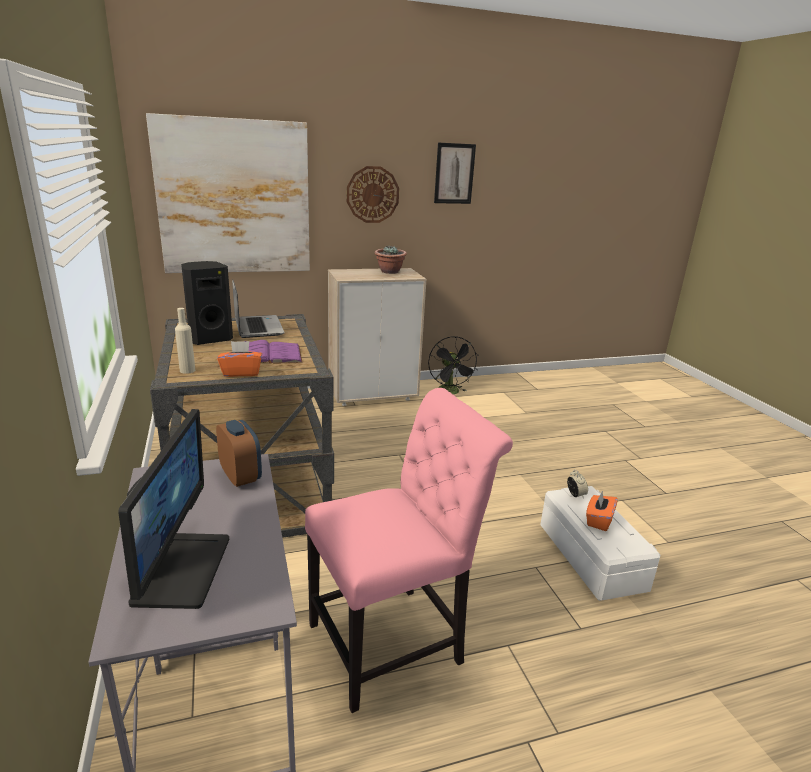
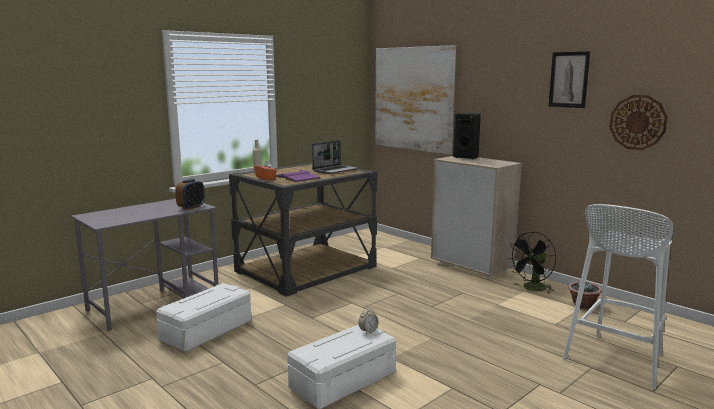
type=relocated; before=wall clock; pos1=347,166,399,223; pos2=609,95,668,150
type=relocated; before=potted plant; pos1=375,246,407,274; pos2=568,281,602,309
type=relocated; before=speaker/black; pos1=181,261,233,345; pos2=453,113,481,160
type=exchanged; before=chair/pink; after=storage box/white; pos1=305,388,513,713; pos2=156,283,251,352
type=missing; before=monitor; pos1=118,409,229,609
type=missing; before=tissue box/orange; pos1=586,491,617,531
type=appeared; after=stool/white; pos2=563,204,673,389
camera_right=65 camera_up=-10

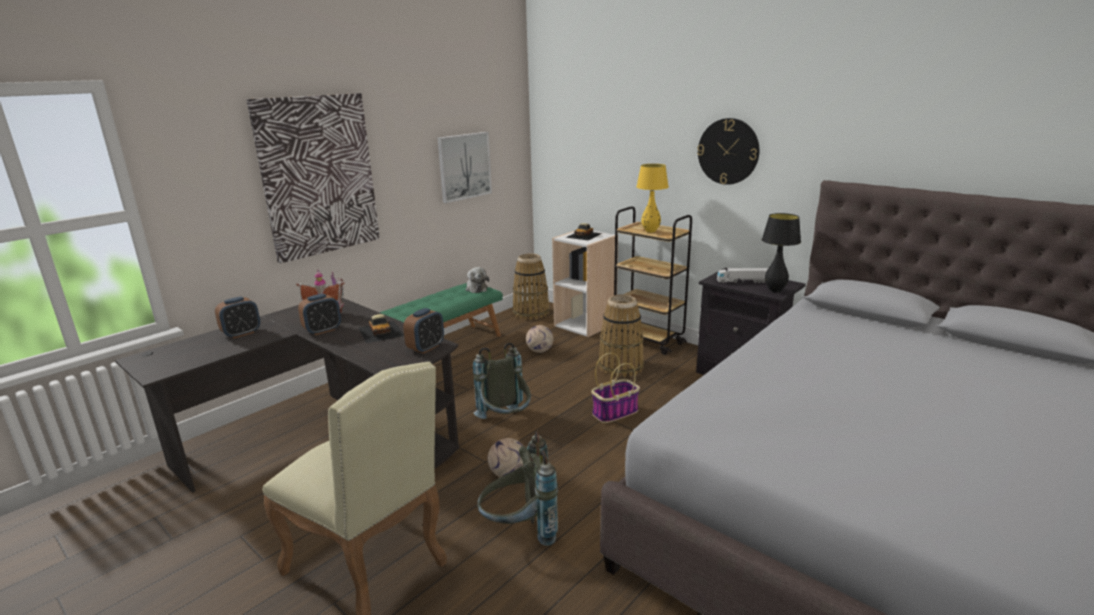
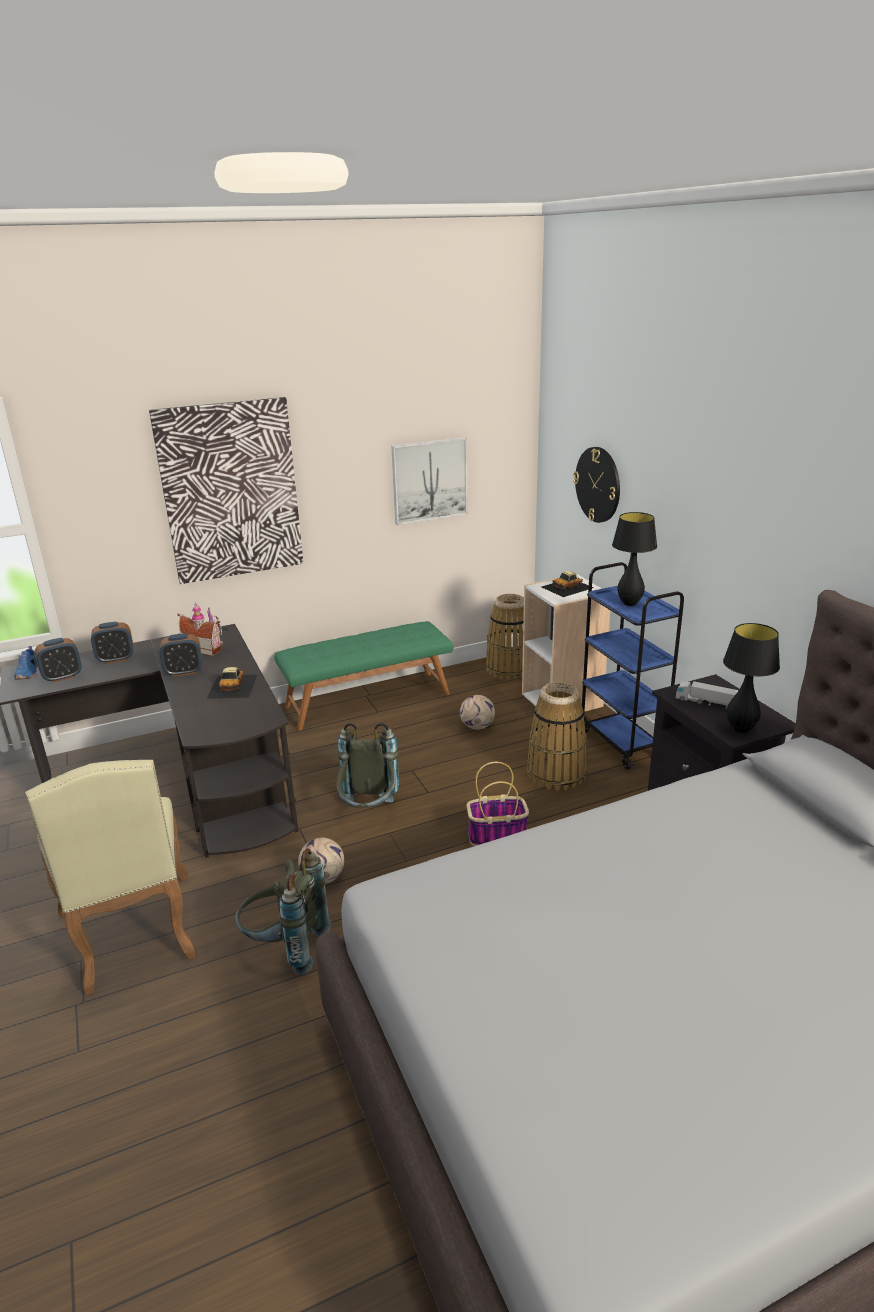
type=relocated; before=wall clock; pos1=697,118,760,185; pos2=573,447,620,523
type=colour; before=table lamp/yellow; after=table lamp/black; pos1=636,164,669,233; pos2=612,512,657,606
type=colour; before=cart/brown; after=cart/blue; pos1=614,206,692,355; pos2=582,562,684,770
type=missing; before=plush toy; pos1=466,267,489,293
type=relocated; before=alarm clock; pos1=403,308,444,354; pos2=34,638,82,683
type=appeared; after=shoe/blue; pos2=14,646,38,680
camera_right=25 camera_up=5

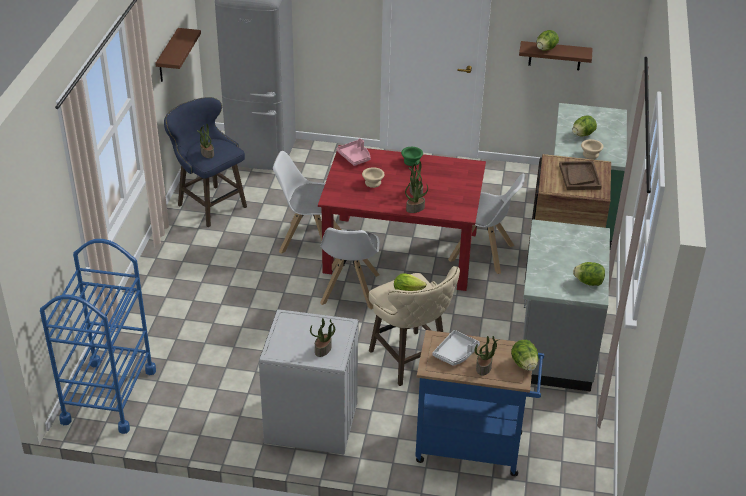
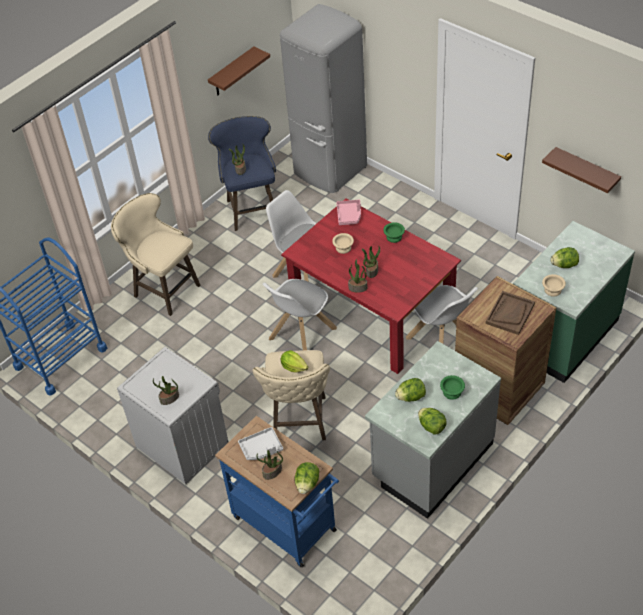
type=relocated; before=lettuce; pos1=537,30,559,51; pos2=395,378,426,402
type=appeared; after=stool/beige; pos2=111,193,201,316
type=appeared; after=bowl/green; pos2=440,375,465,400
camera_right=35 camera_up=10

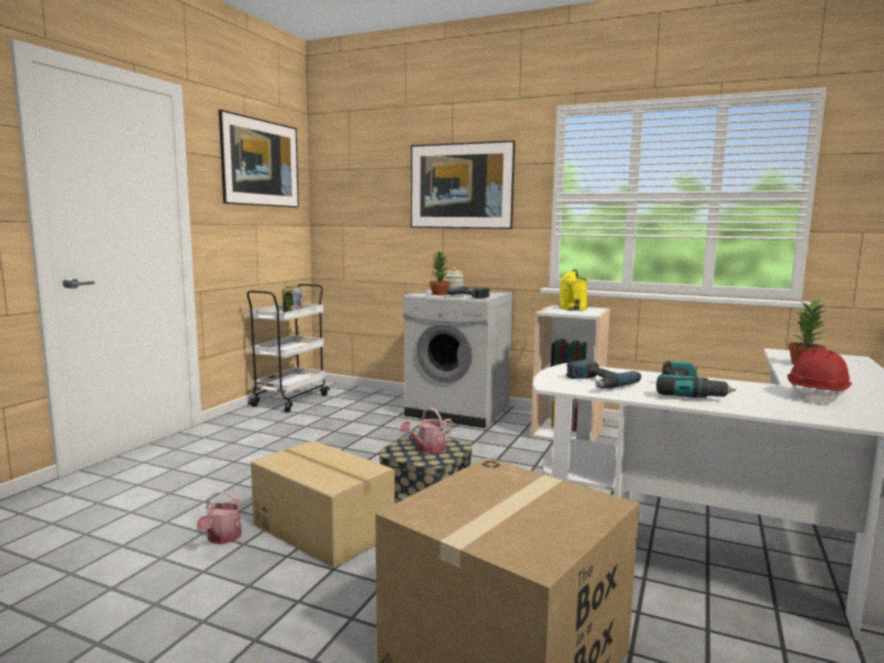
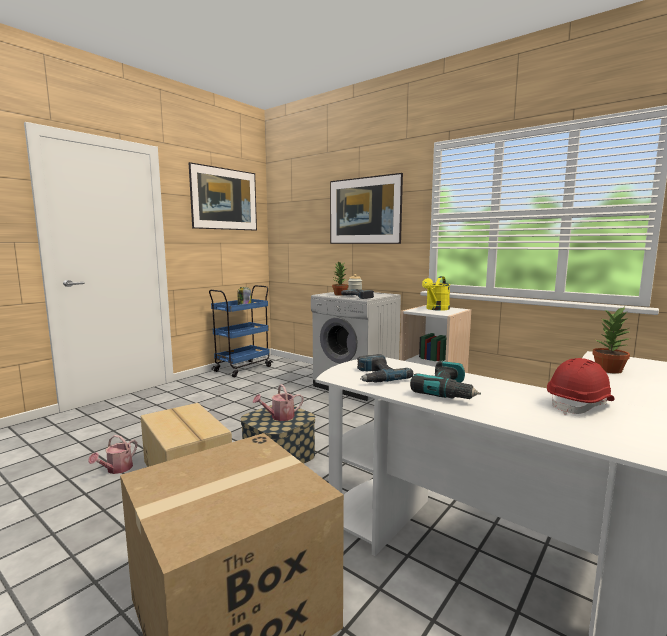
type=colour; before=cart/white; after=cart/blue; pos1=247,284,330,412; pos2=209,285,273,378
camera_right=15 camera_up=0

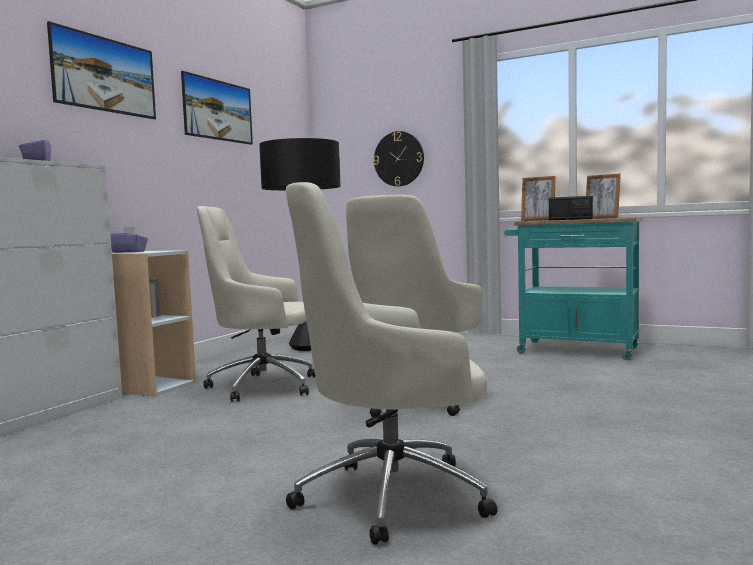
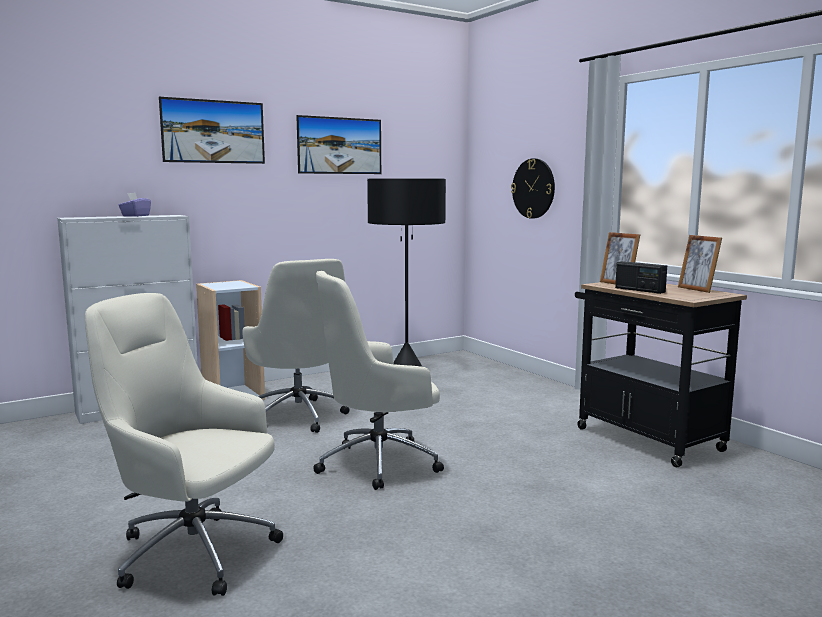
type=spun; before=office chair/beige; pos1=197,206,315,402; pos2=242,259,349,433; turn=-150
type=colour; before=cart/turquoise; after=cart/black; pos1=504,217,643,360; pos2=575,282,747,467
type=missing; before=tissue box/purple; pos1=111,226,148,253
camera_right=30 camera_up=5

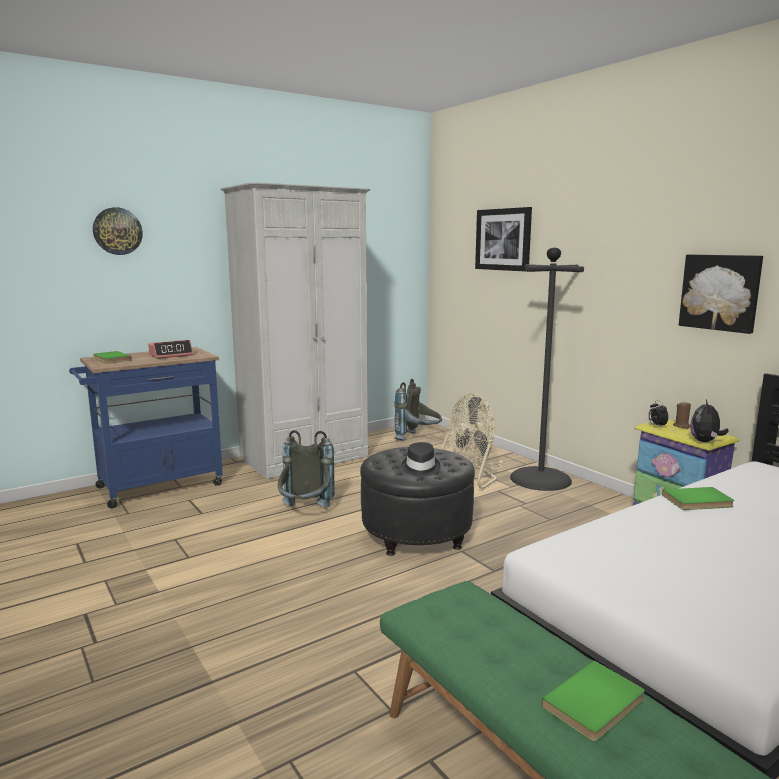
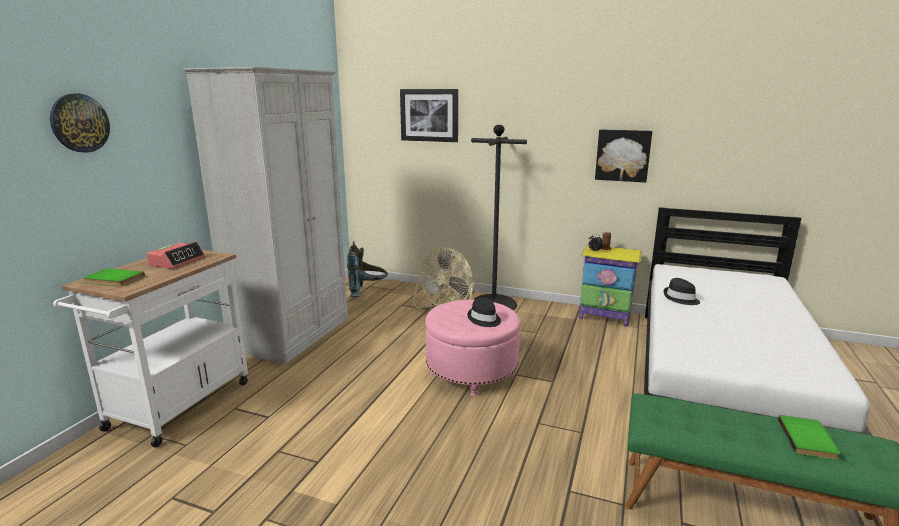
type=colour; before=cart/blue; after=cart/white; pos1=69,347,223,509; pos2=53,250,248,447
type=missing; before=plush toy; pos1=690,400,729,442
type=missing; before=backpack/grey; pos1=278,430,335,508
type=colour; before=ottoman/black; after=ottoman/pink; pos1=360,447,475,556; pos2=425,300,520,396
type=exchanged; before=book/green; after=hat/black; pos1=662,487,734,510; pos2=664,278,700,305
camera_right=-35 camera_up=5

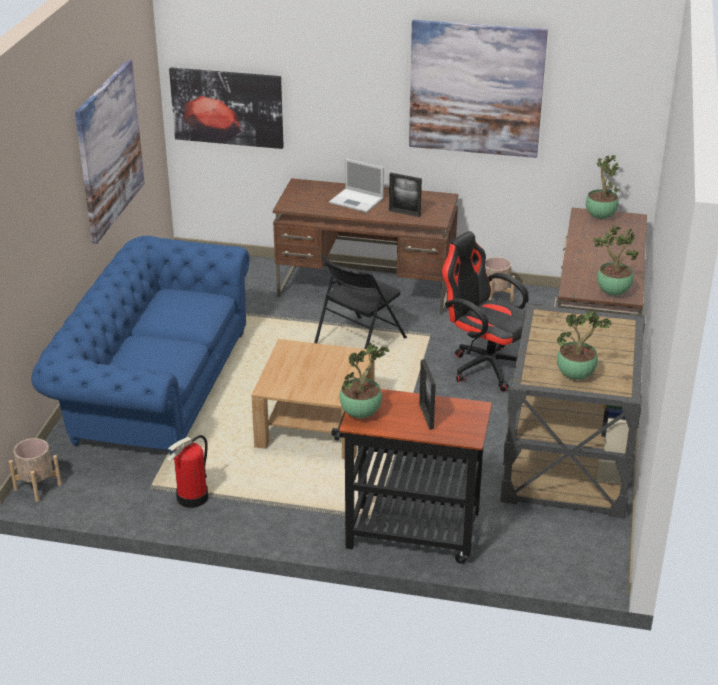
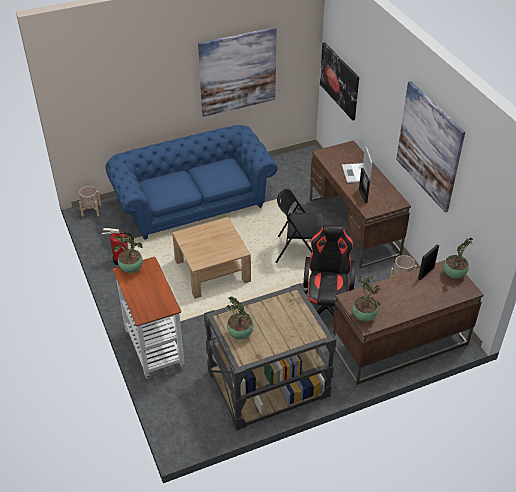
type=relocated; before=picture frame; pos1=419,359,436,430; pos2=418,244,439,280
type=colour; before=cart/black; after=cart/white; pos1=331,389,492,564; pos2=113,257,185,379
camera_right=55 camera_up=10

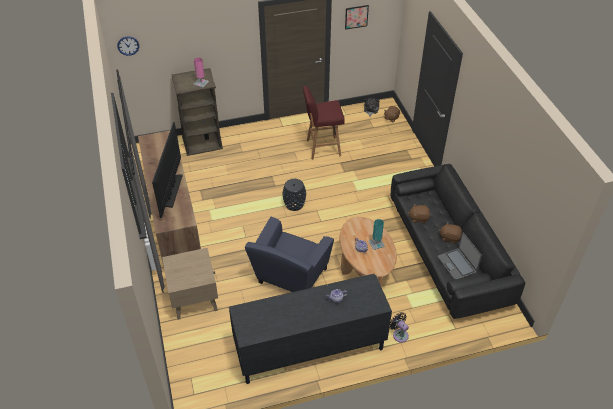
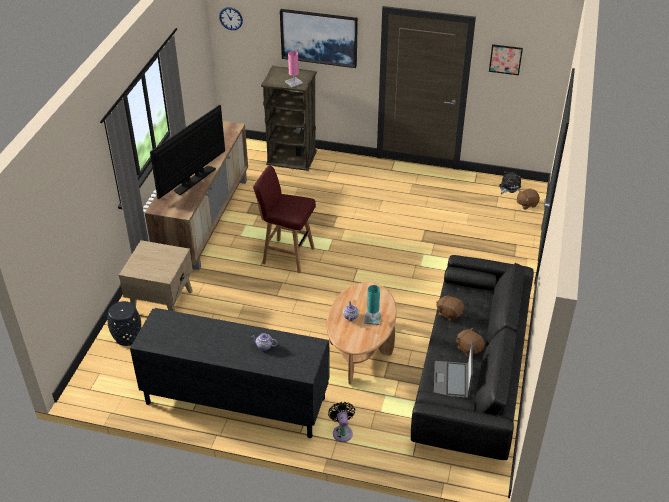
type=relocated; before=stool/red; pos1=303,86,345,160; pos2=253,165,316,273
type=relocated; before=stool/black; pos1=283,179,306,211; pos2=108,301,141,346
type=missing; before=armchair/blue; pos1=245,217,334,292
type=appeared; after=picture; pos2=280,9,358,68
camera_right=30 camera_up=-5

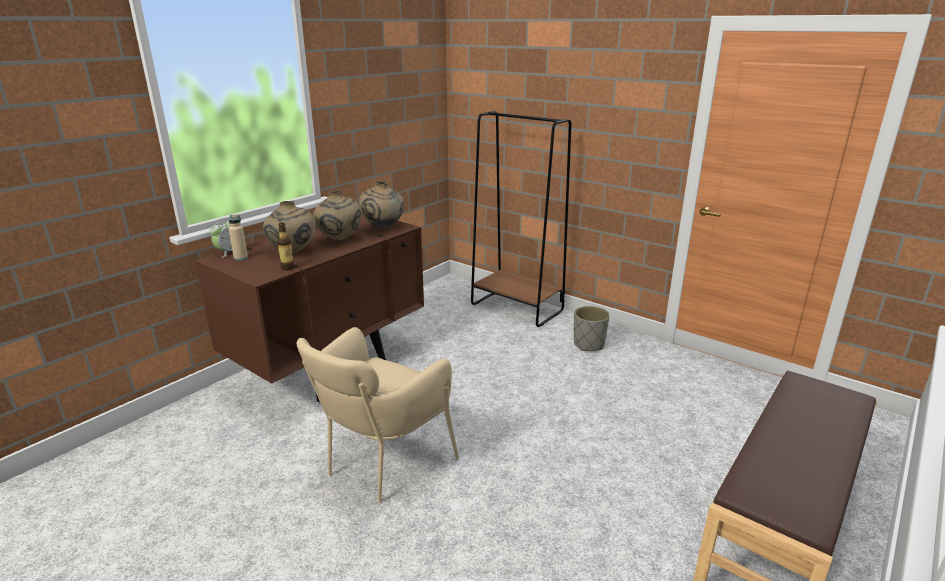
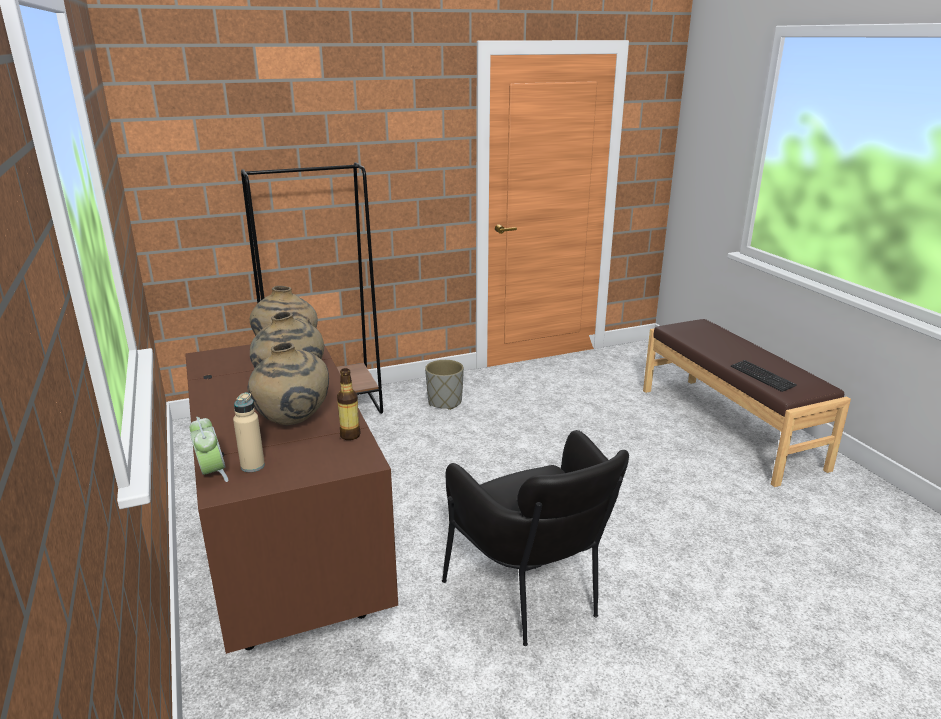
type=colour; before=armchair/beige; after=armchair/black; pos1=297,327,459,503; pos2=442,430,629,646
type=appeared; after=keyboard; pos2=731,360,797,392
camera_right=-60 camera_up=0

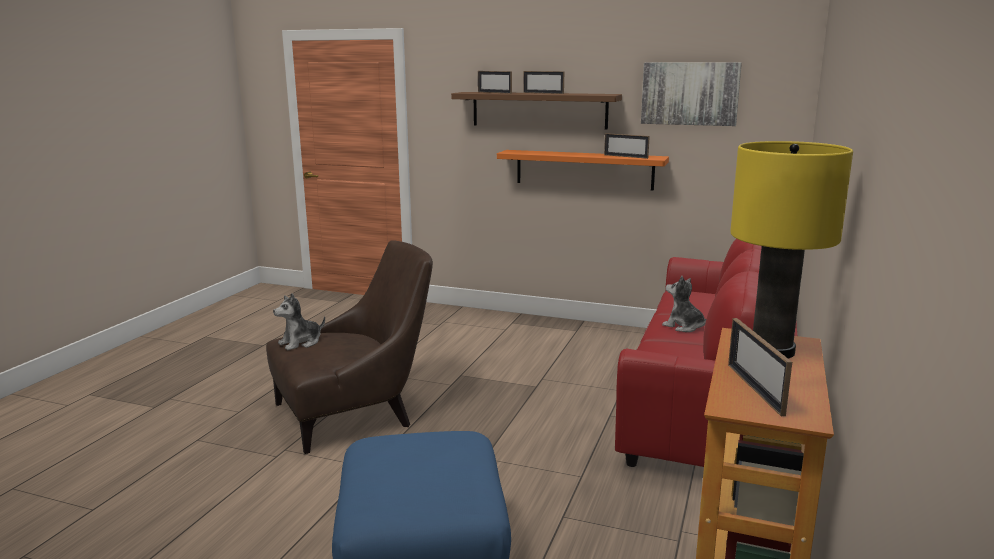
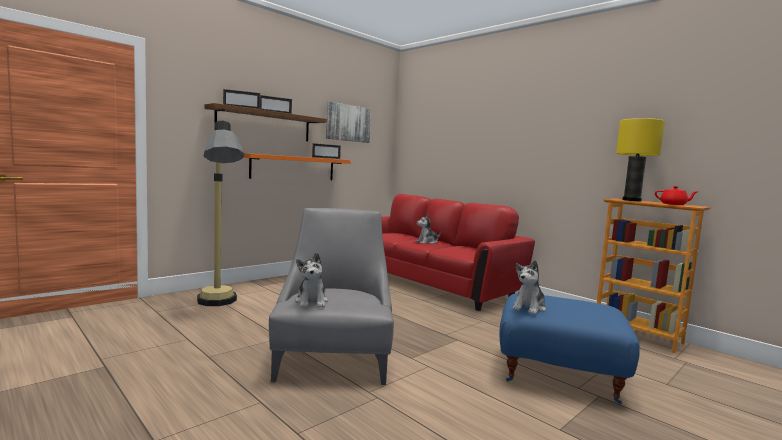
type=colour; before=armchair/brown; after=armchair/grey; pos1=266,240,433,454; pos2=269,208,394,385
type=exchanged; before=picture frame; after=teapot/red; pos1=728,318,792,416; pos2=655,186,697,205
type=appeared; after=floor lamp; pos2=197,121,244,306
type=appeared; after=plush toy; pos2=512,260,546,314
camera_right=-65 camera_up=-10

